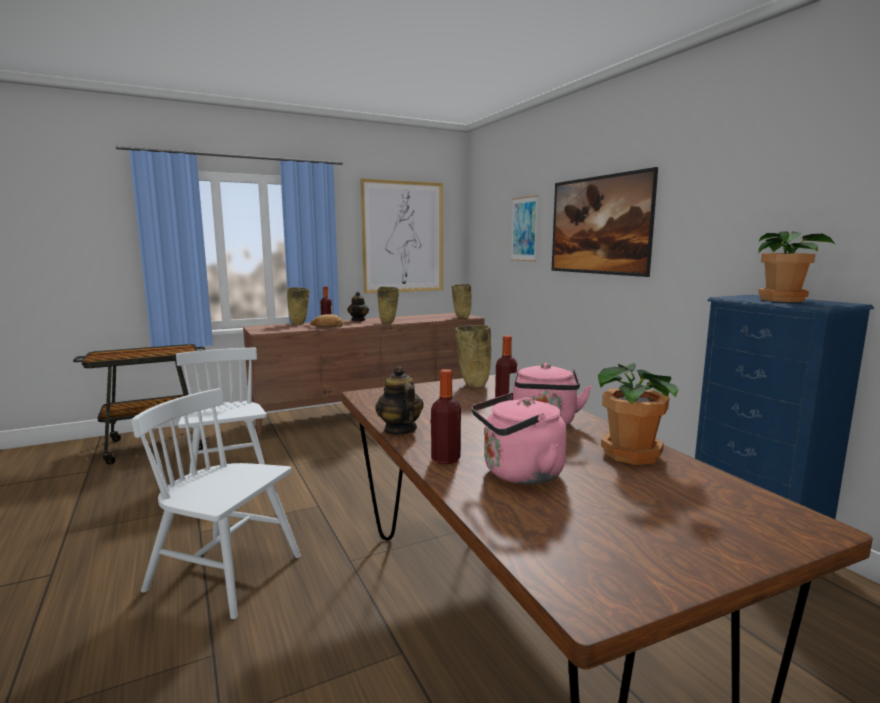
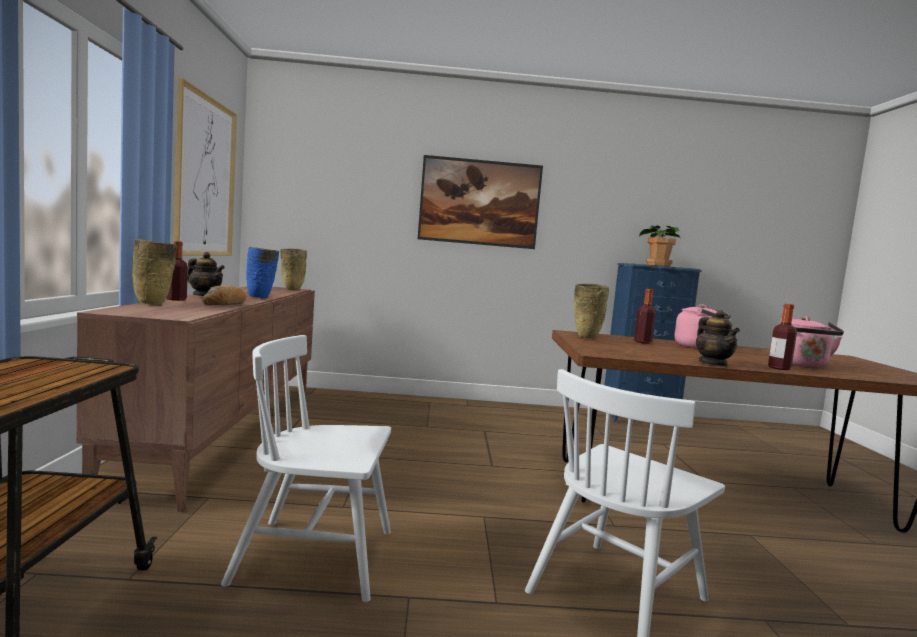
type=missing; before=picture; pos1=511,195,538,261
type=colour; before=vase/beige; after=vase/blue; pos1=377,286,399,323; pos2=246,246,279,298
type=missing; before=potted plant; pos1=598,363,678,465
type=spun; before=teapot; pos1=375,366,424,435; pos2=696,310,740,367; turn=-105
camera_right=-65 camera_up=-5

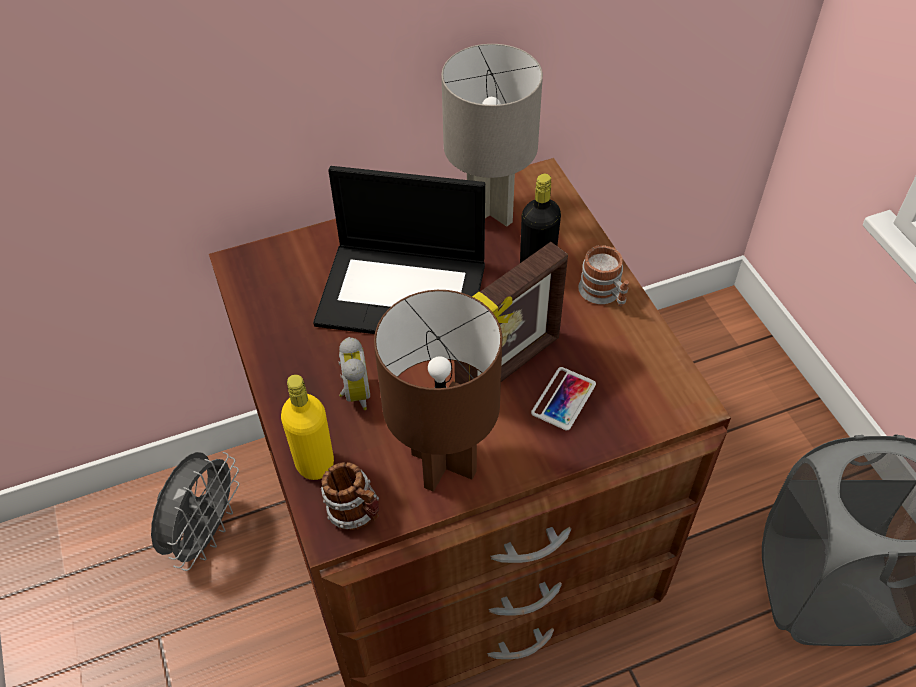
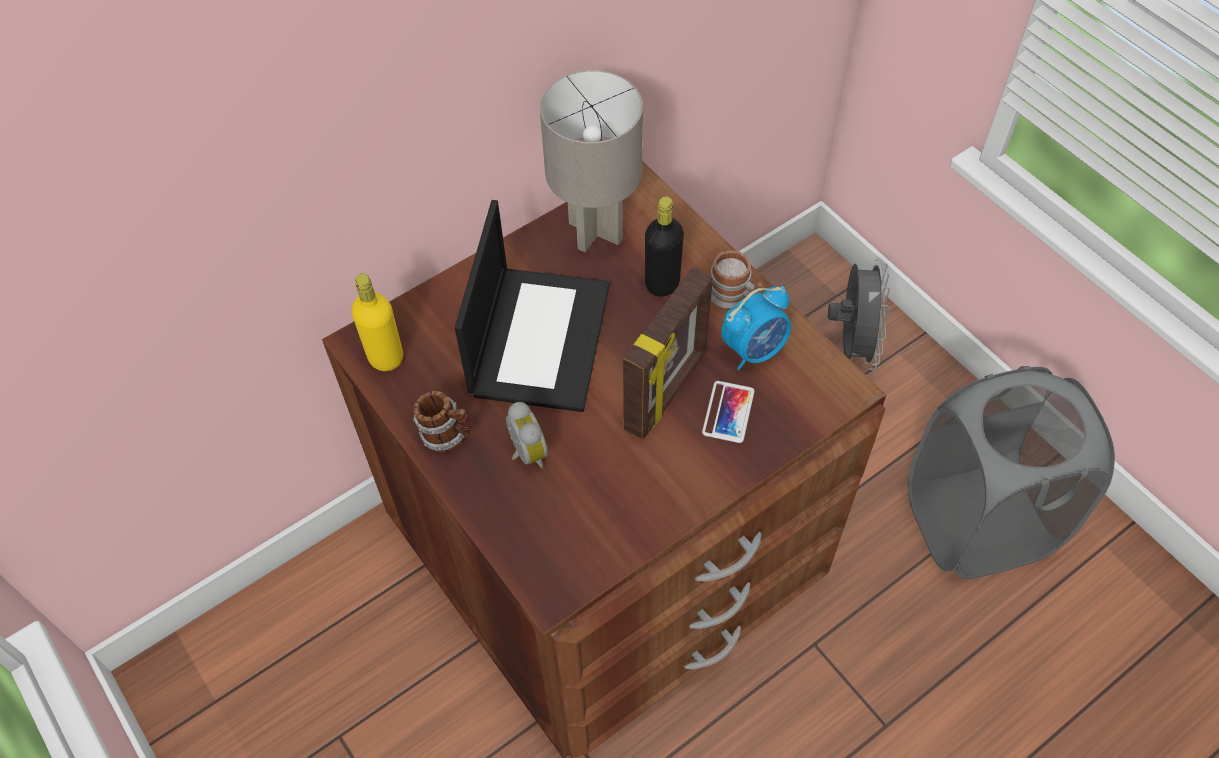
type=spun; before=laptop; pos1=313,166,485,334; pos2=455,200,610,412; turn=-75
type=missing; before=table lamp/brown; pos1=374,290,503,492
type=relocated; before=bottle/yellow; pos1=281,374,334,480; pos2=351,273,403,371
type=relocated; before=fan/grey; pos1=151,452,239,571; pos2=828,259,890,370
type=relocated; before=mug; pos1=321,462,379,530; pos2=413,391,471,452
type=appeared; after=alarm clock; pos2=721,286,791,370
camera_right=-15 camera_up=5

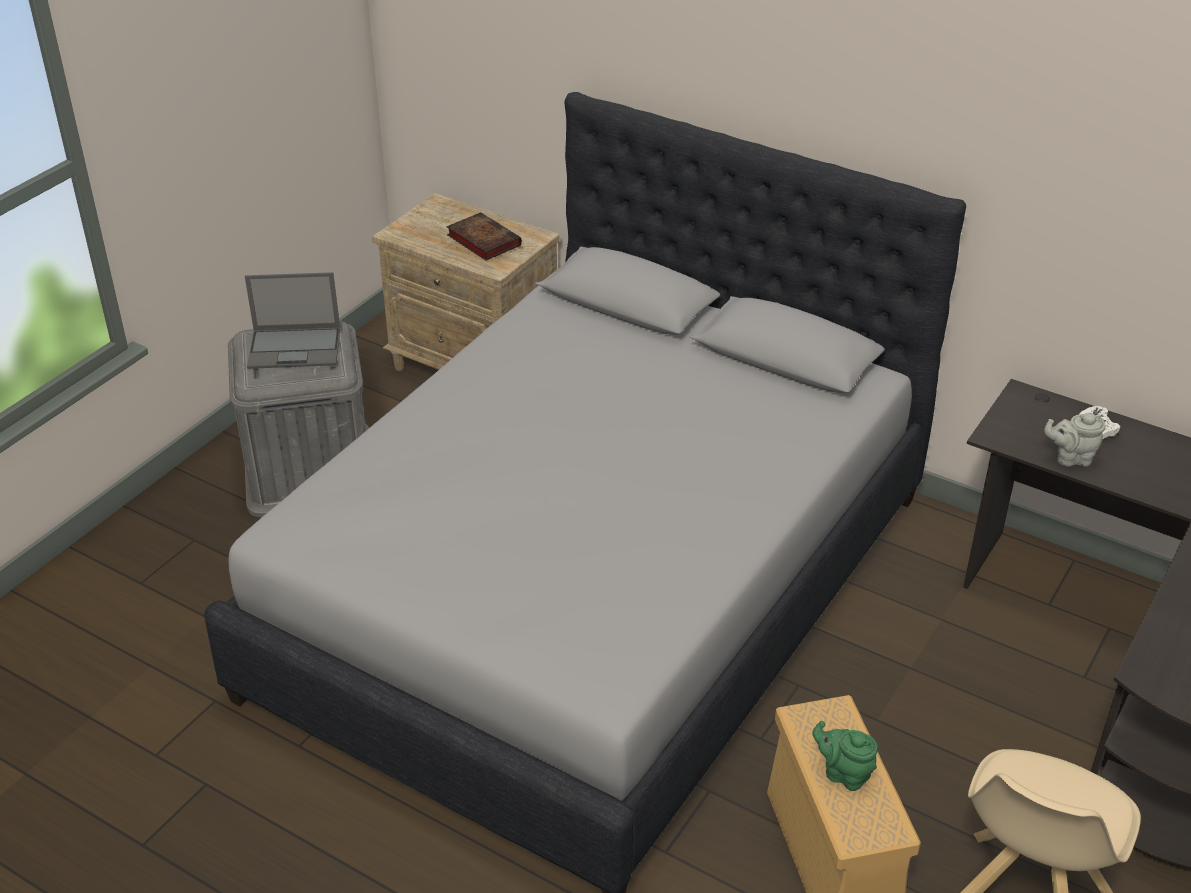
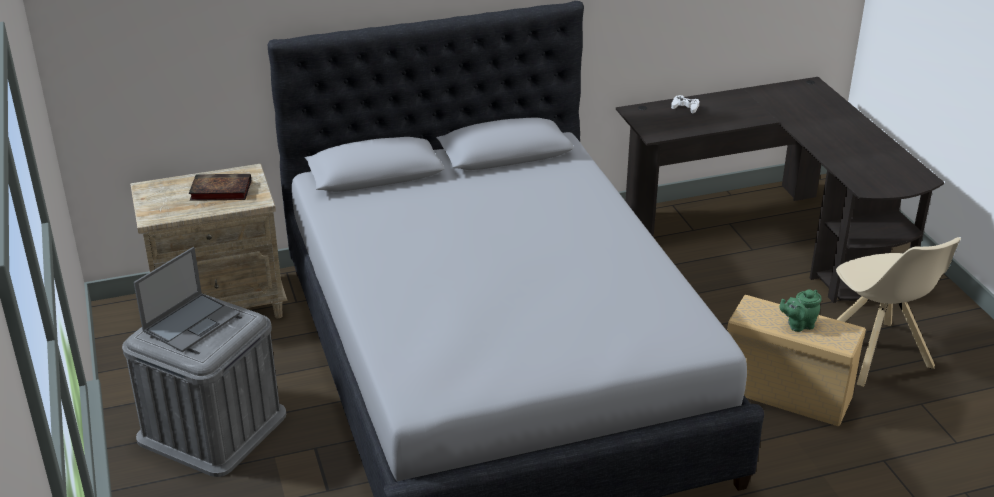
type=missing; before=teapot/grey; pos1=1044,413,1106,467
camera_right=-50 camera_up=-5

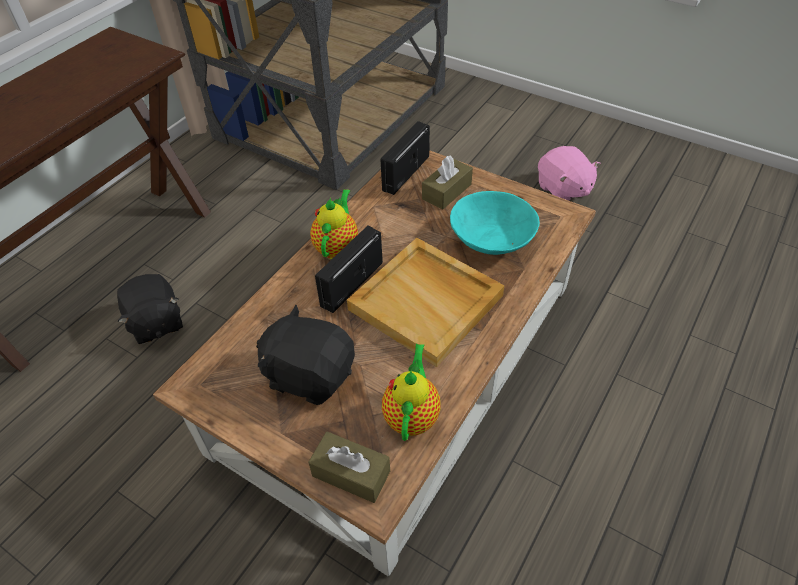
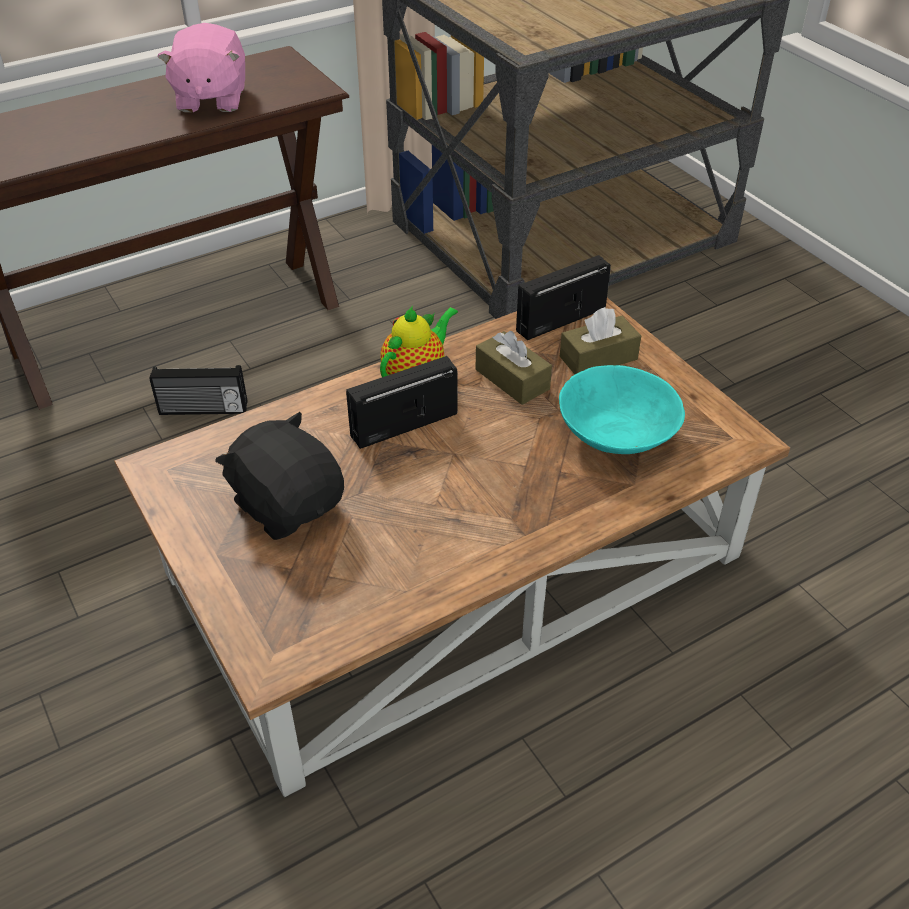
type=relocated; before=plush toy/pink; pos1=538,146,601,201; pos2=157,23,245,112
type=missing; before=tray/beige; pos1=347,238,504,367
type=exchanged; before=plush toy/black; after=radio; pos1=117,274,183,344; pos2=149,365,248,415
type=missing; before=teapot; pos1=382,344,441,441
type=relocated; before=tissue box/brown; pos1=308,432,390,503; pos2=475,331,552,405
camera_right=25 camera_up=-5

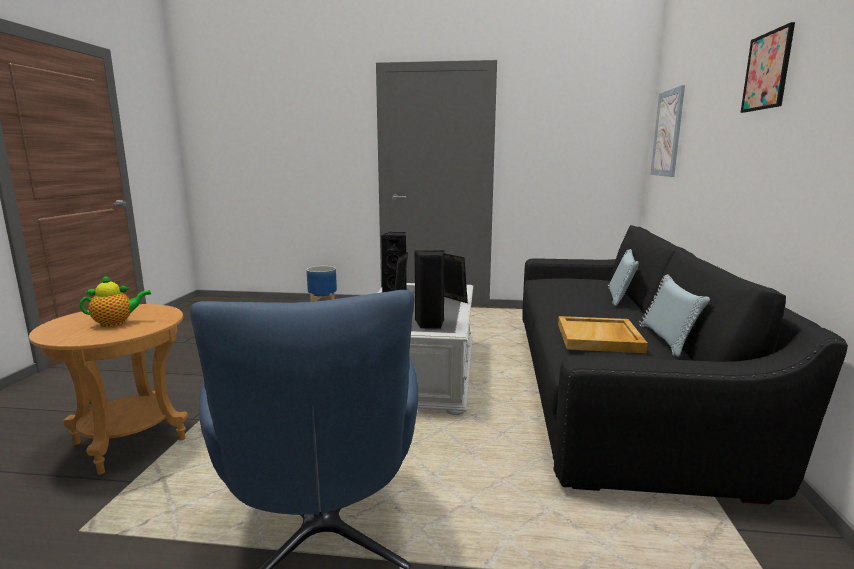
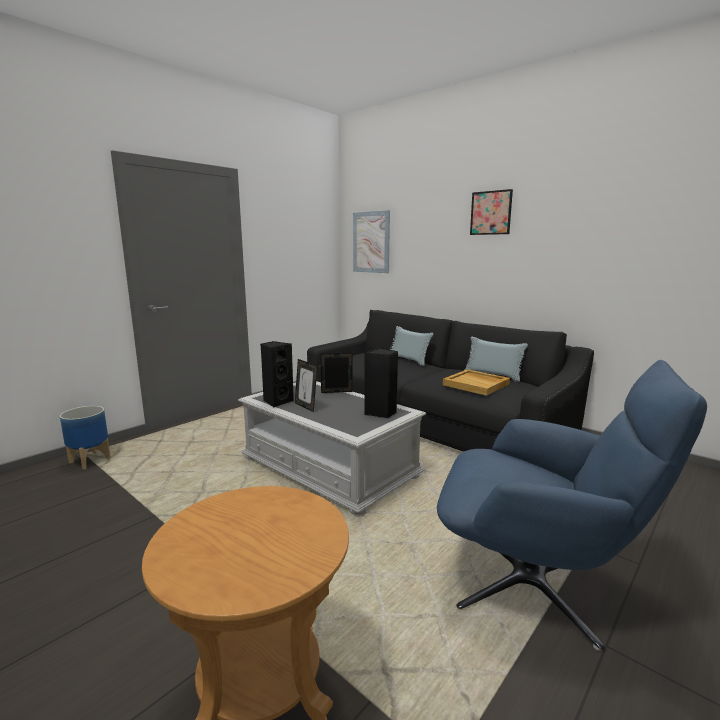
type=missing; before=teapot; pos1=79,275,151,327
camera_right=-55 camera_up=0

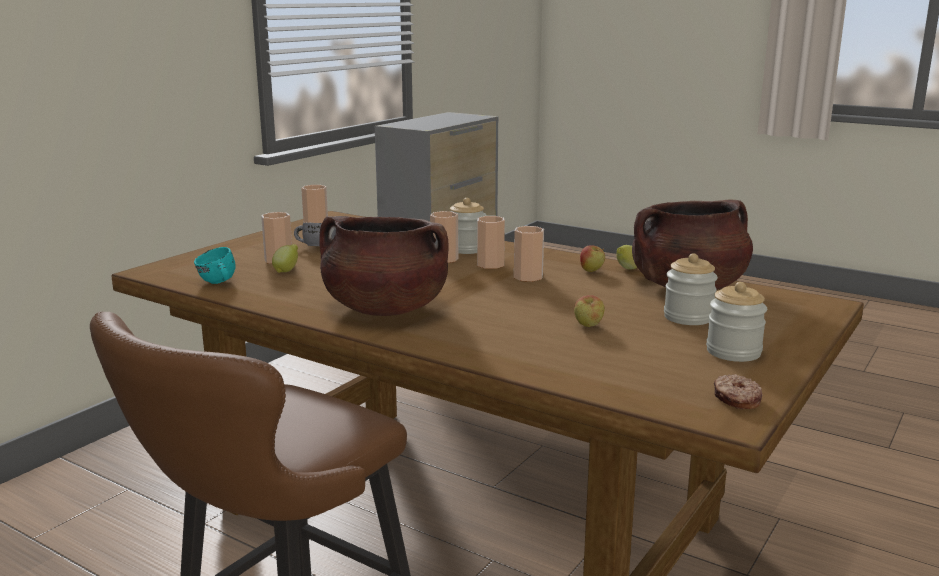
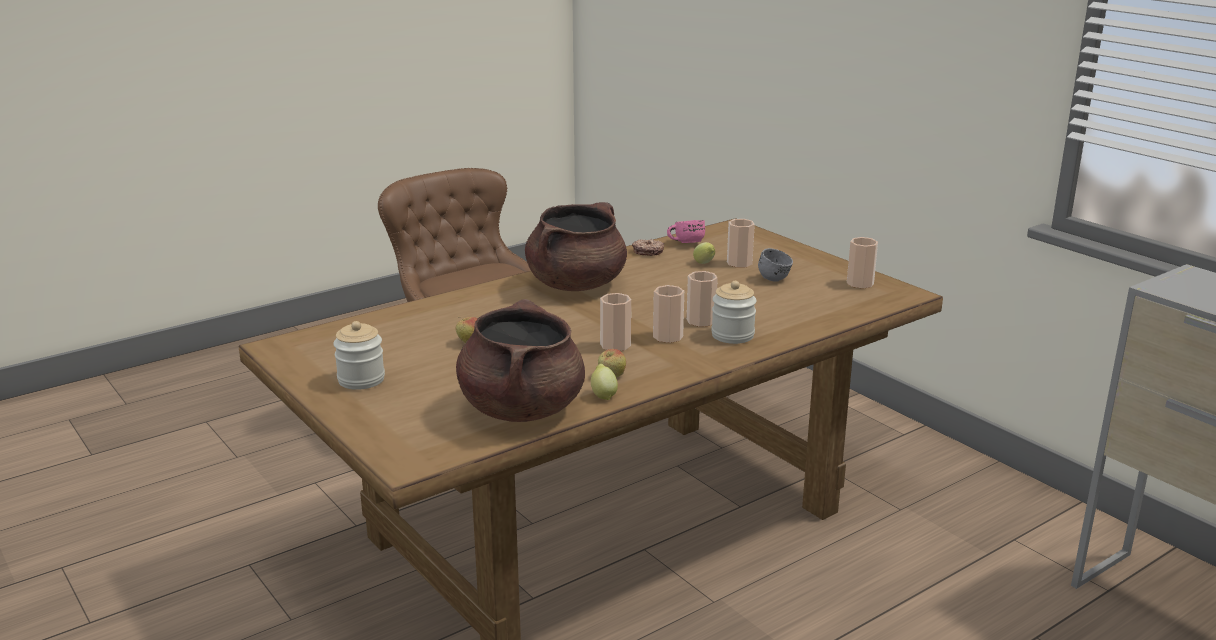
type=colour; before=mug/turquoise; after=mug/pink; pos1=194,247,235,284; pos2=667,220,705,243
type=missing; before=jar; pos1=664,253,718,325
type=relocated; before=donut; pos1=714,374,762,409; pos2=632,239,664,256
camera_right=110 camera_up=5

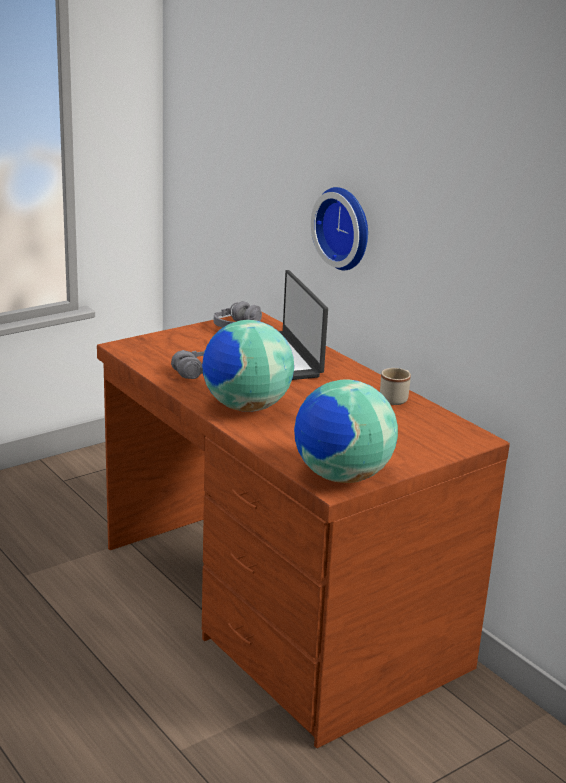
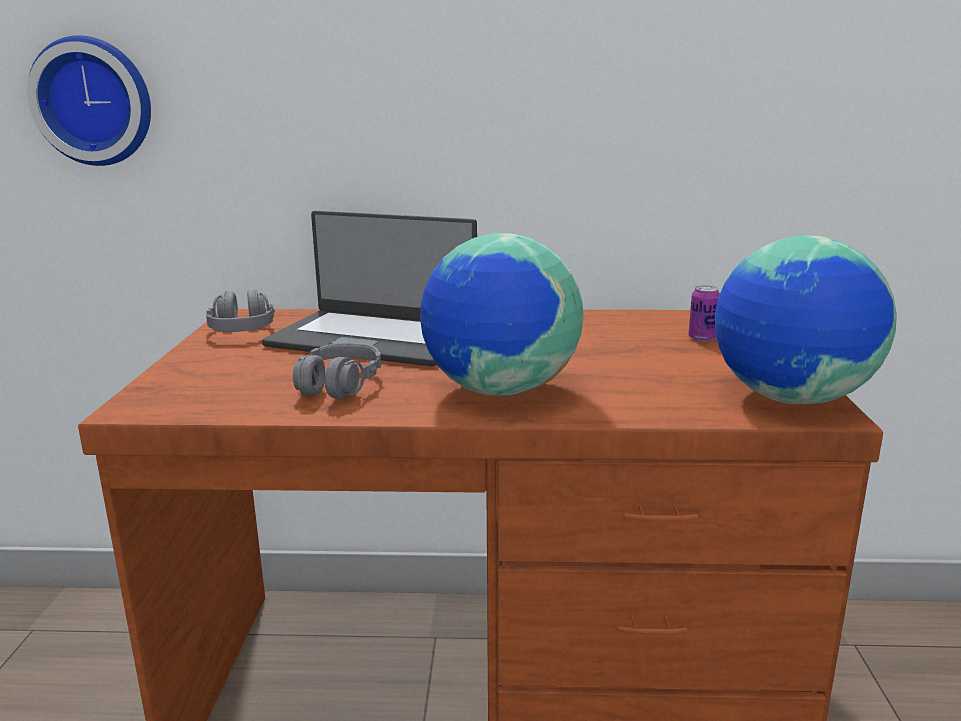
type=relocated; before=wall clock; pos1=311,187,368,270; pos2=27,35,151,166
type=missing; before=mug/beige; pos1=380,368,411,405
type=appeared; after=can; pos2=688,285,720,342
camera_right=-50 camera_up=-5

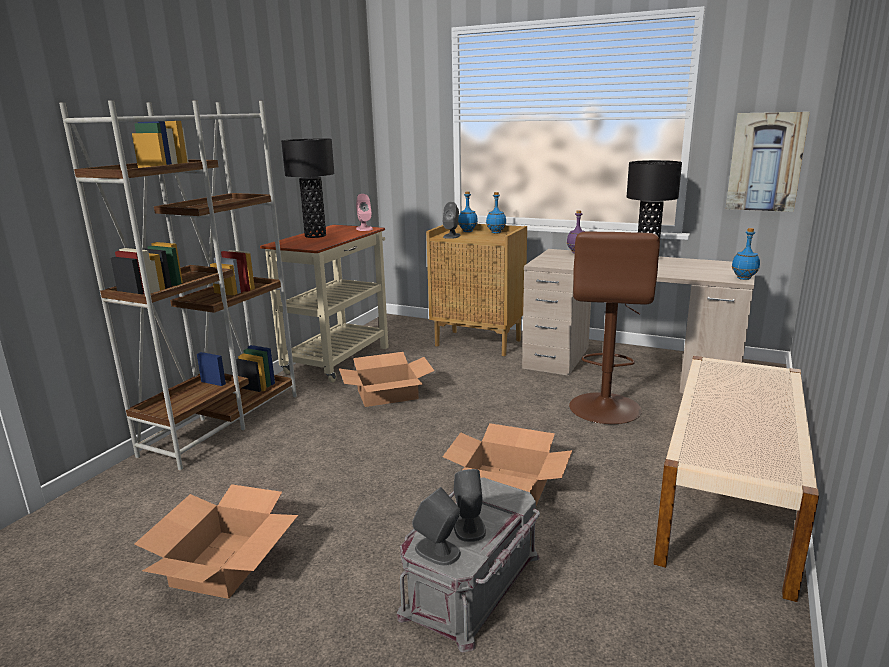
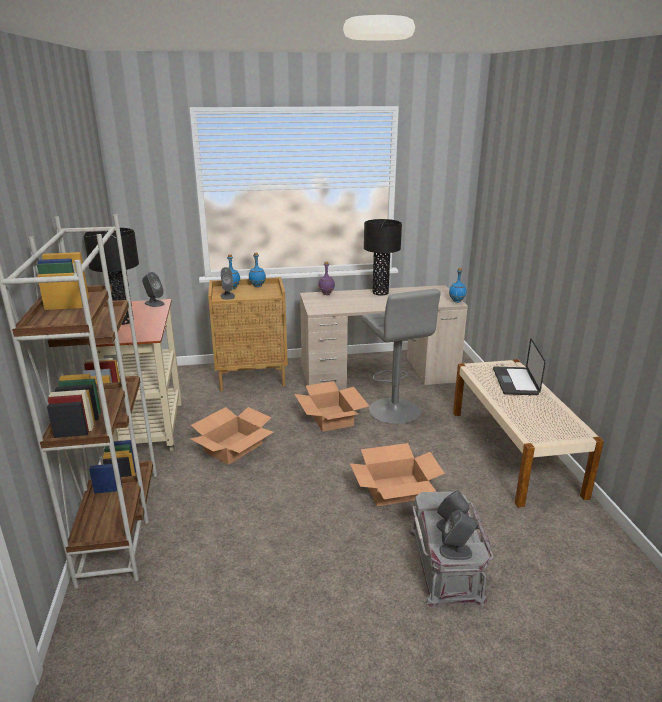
type=missing; before=picture; pos1=726,112,810,212
type=colour; before=speaker/pink; after=speaker/grey; pos1=356,194,373,231; pos2=142,272,164,307
type=colour; before=stool/brown; after=stool/grey; pos1=569,232,660,424; pos2=362,289,441,424
type=relocated; before=cardboard box; pos1=134,484,298,599; pos2=295,381,369,432
type=appeared; after=laptop; pos2=493,338,546,395
camera_right=-35 camera_up=5

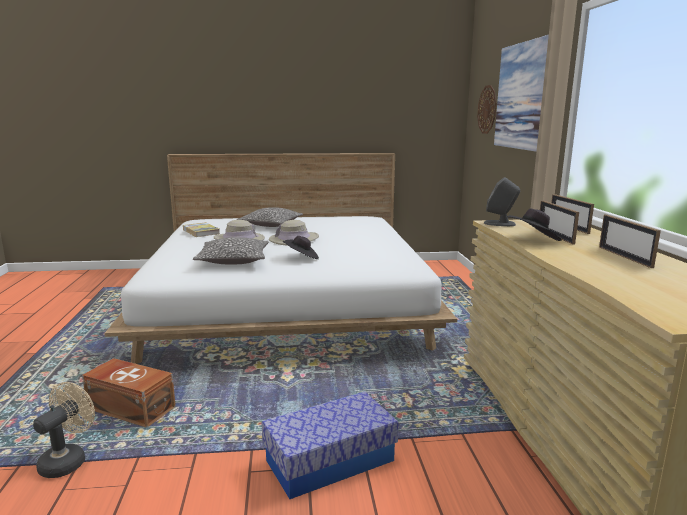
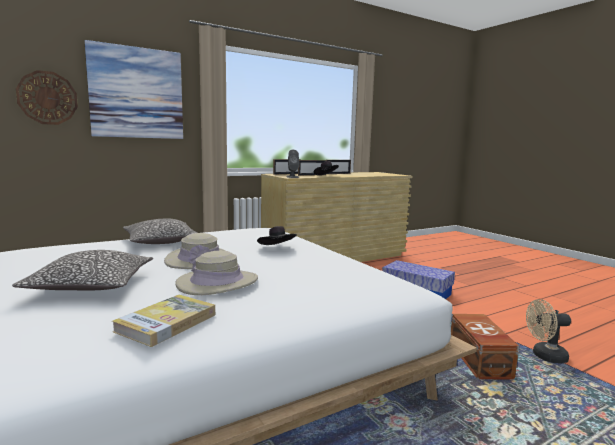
type=relocated; before=pillow; pos1=193,237,269,264; pos2=123,219,197,244
camera_right=-115 camera_up=-5

